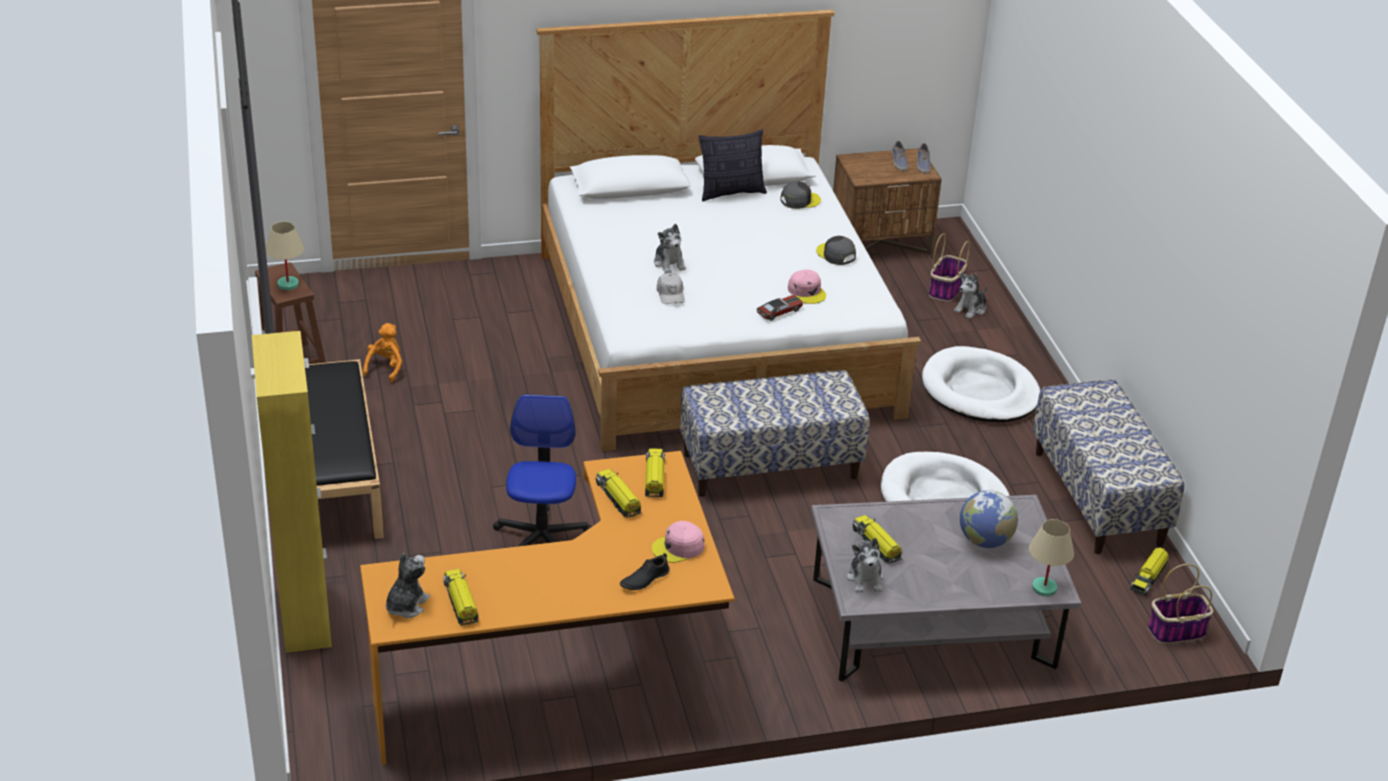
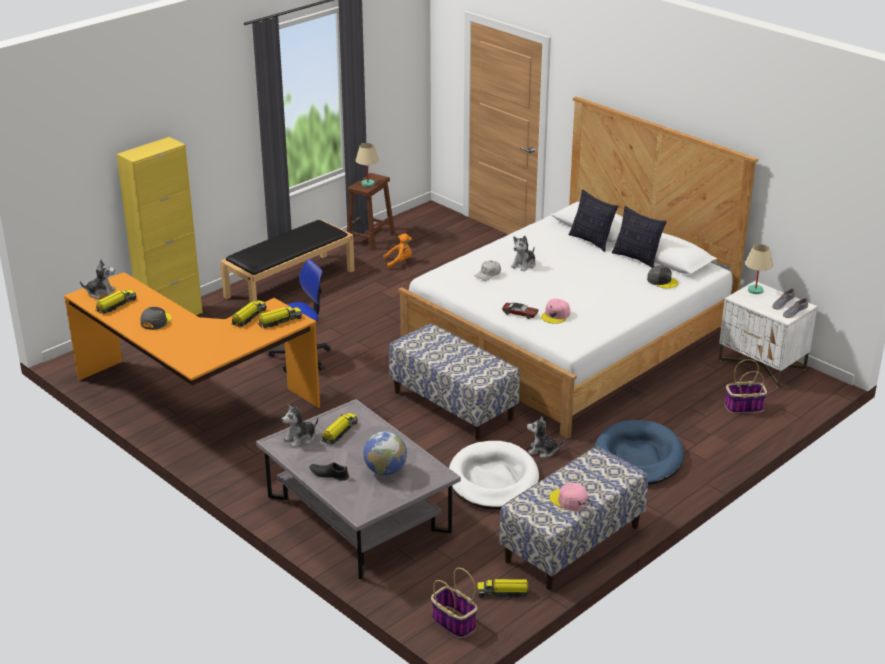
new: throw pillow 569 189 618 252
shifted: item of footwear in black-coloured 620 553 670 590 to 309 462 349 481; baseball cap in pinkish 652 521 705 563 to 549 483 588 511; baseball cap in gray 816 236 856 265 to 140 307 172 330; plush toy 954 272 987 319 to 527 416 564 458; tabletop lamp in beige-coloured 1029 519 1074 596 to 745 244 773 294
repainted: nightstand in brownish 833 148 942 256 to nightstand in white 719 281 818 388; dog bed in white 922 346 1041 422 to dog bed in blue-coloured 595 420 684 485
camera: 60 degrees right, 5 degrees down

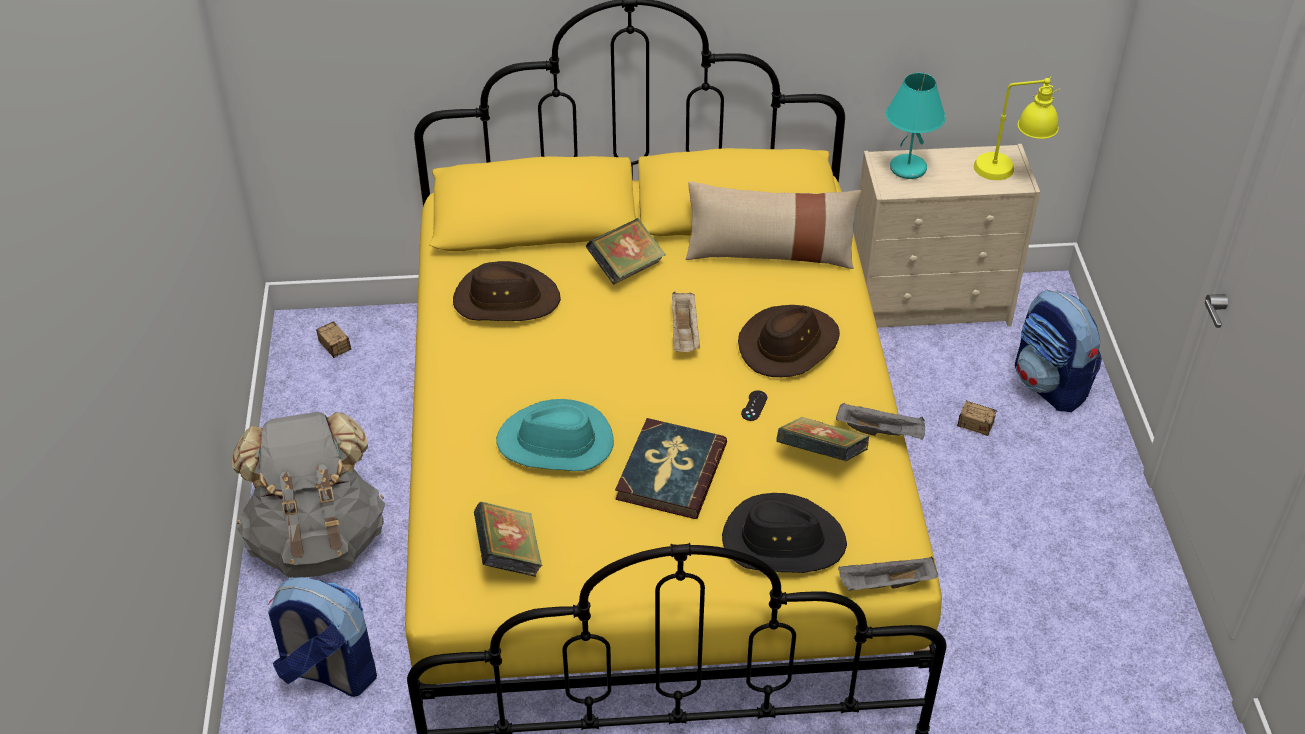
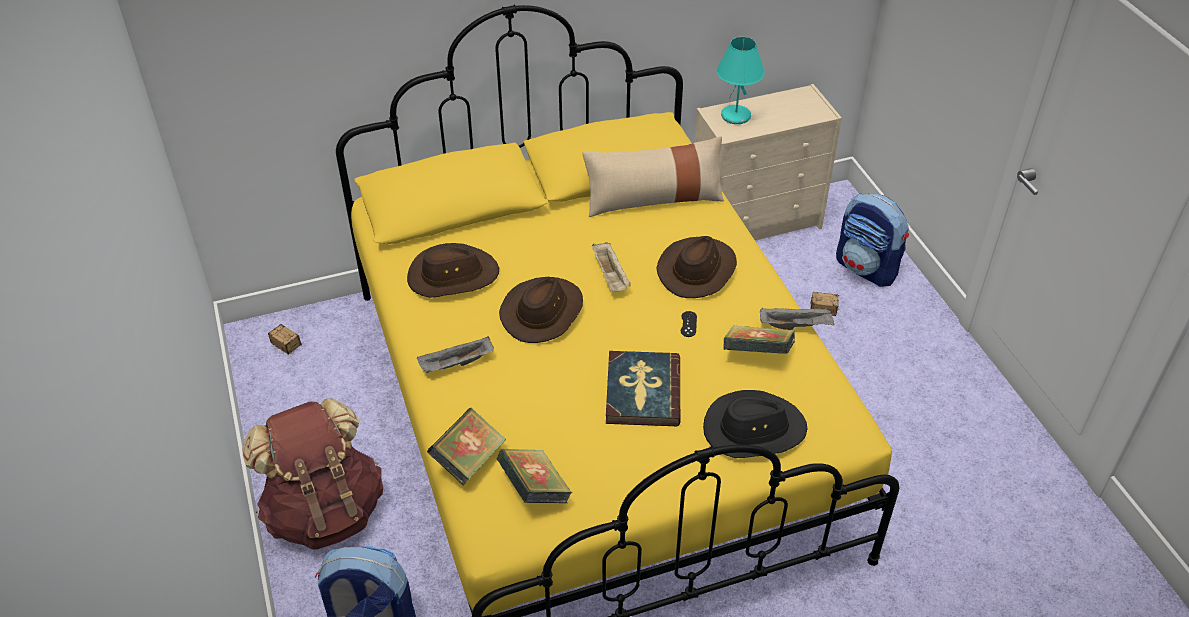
gone: hat in turquoise-coloured 496 399 614 471; tabletop lamp in yellowish 974 76 1060 180
new: hat in brownish 499 277 583 343
shifted: book 586 218 666 285 to 427 408 506 485; tray in gray 838 557 938 591 to 417 336 494 373
repainted: backpack in gray 232 412 385 578 to backpack in brownish 242 398 383 550
camera: 15 degrees left, 0 degrees up

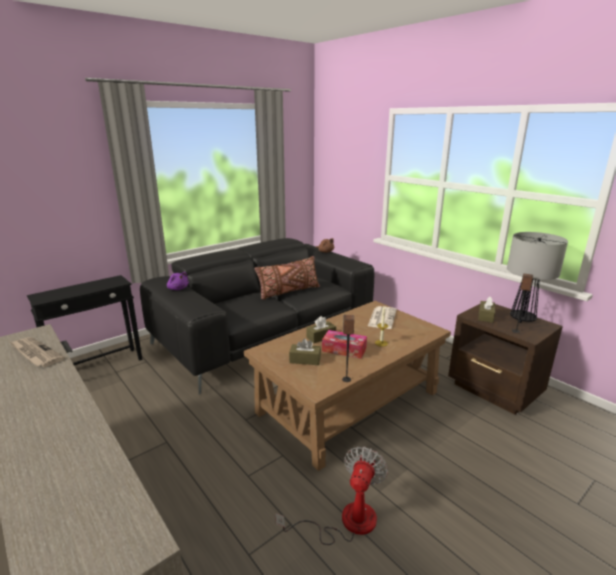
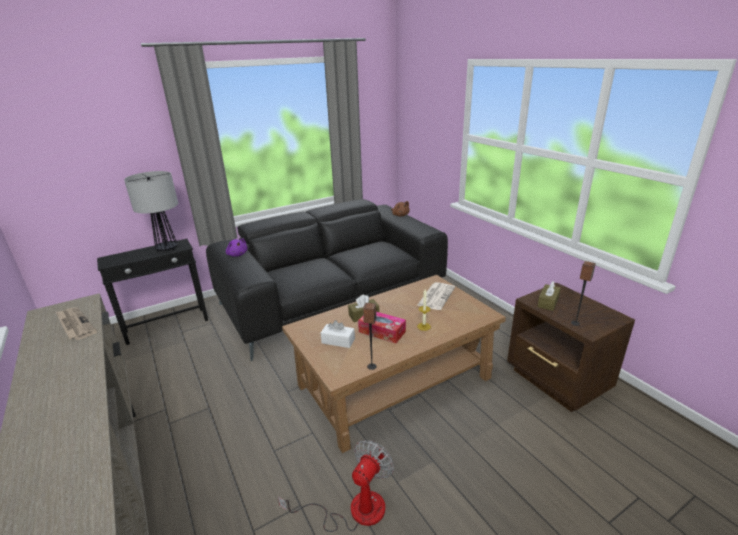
gone: throw pillow in brownish 254 256 320 300
shifted: tabletop lamp 507 232 568 323 to 124 171 178 252
repainted: box of tissues in brownish 289 338 321 365 to box of tissues in white 321 320 355 348
camera: 10 degrees right, 5 degrees up

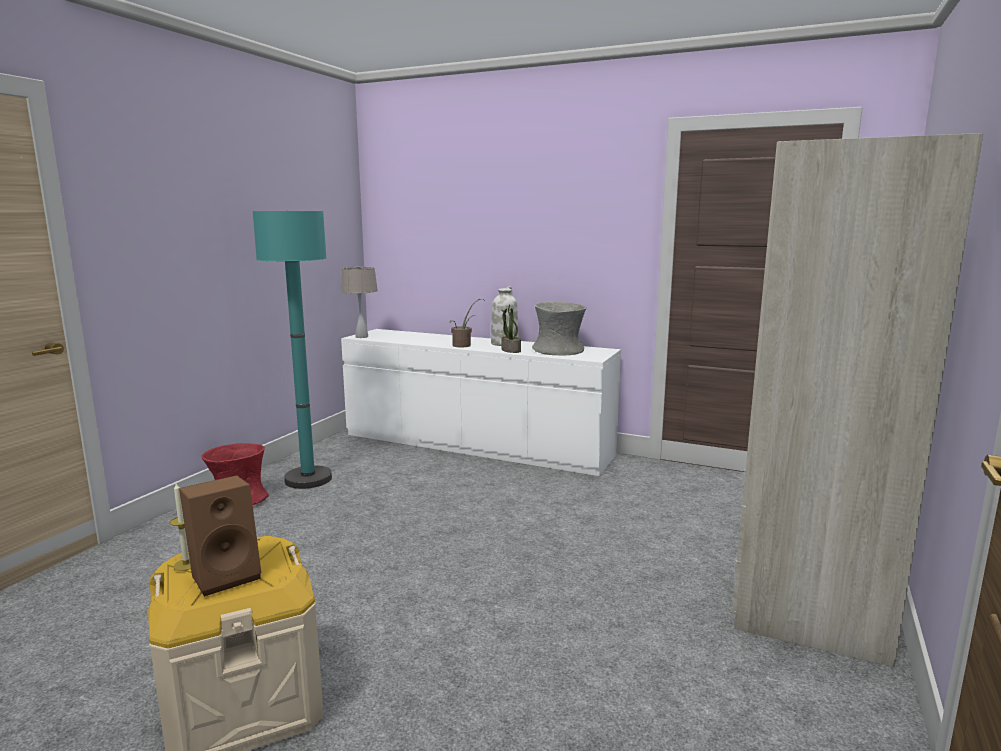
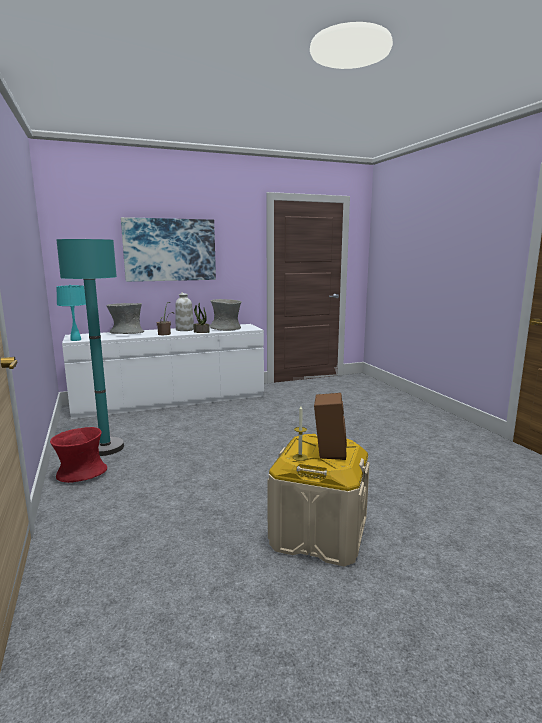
gone: clothes cupboard in beige-coloured 732 133 983 667
new: vase in gray 106 303 144 334; wall picture 121 217 216 282
repainted: tabletop lamp in beige-coloured 341 266 378 338 to tabletop lamp in turquoise-coloured 57 285 86 341
camera: 45 degrees left, 0 degrees up

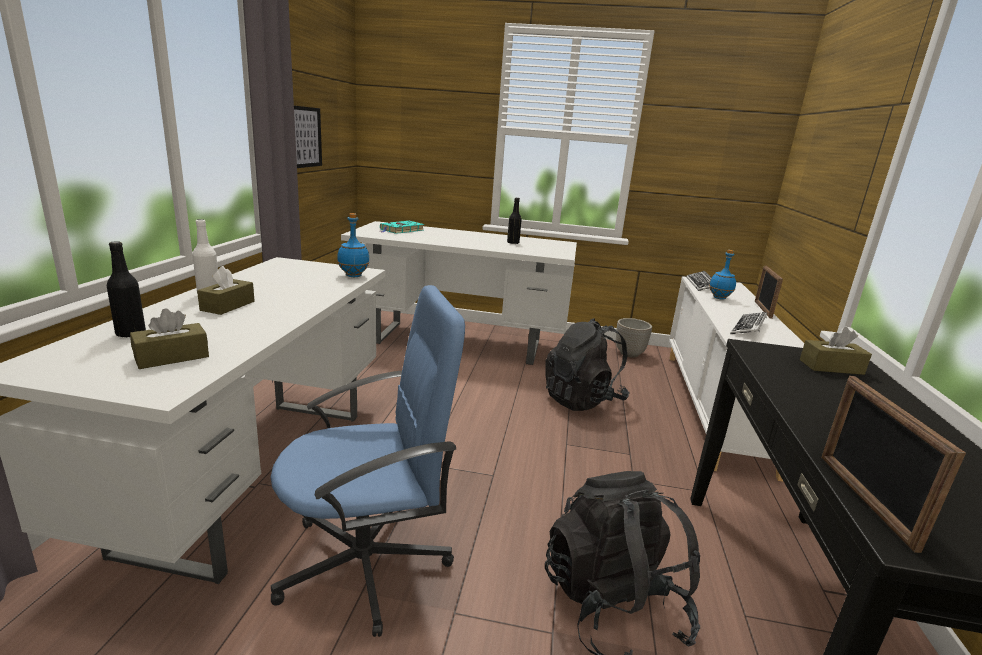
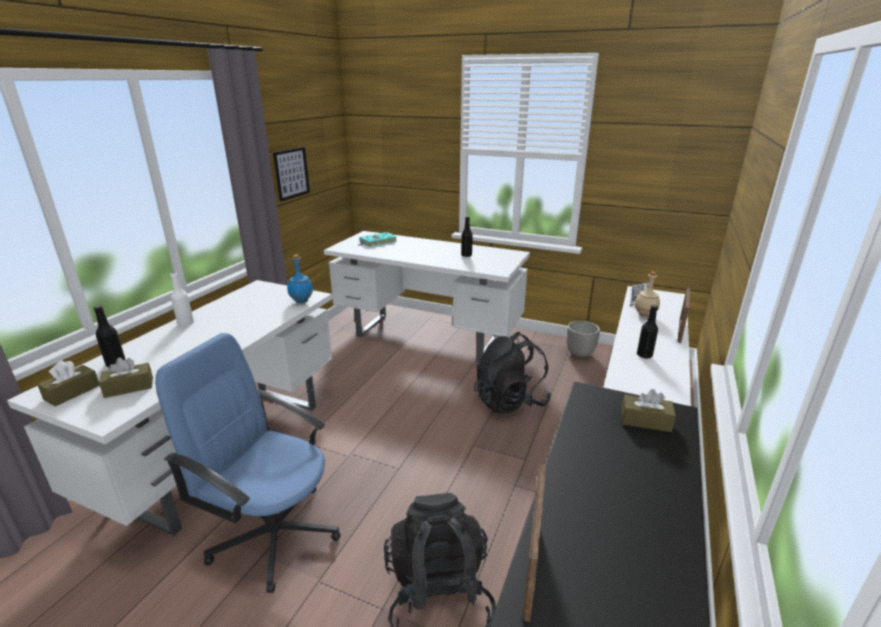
shifted: box of tissues in brownish 197 266 255 315 to 37 360 100 406
swapped: PC keyboard 730 312 767 334 to bottle in black-coloured 637 305 658 358
repainted: bottle in blue-coloured 709 250 736 300 to bottle in beige-coloured 635 272 660 318
rotated: computer chair in blue-coloured 270 285 465 637 = 155 333 341 593 150 degrees counterclockwise
camera: 15 degrees right, 5 degrees up

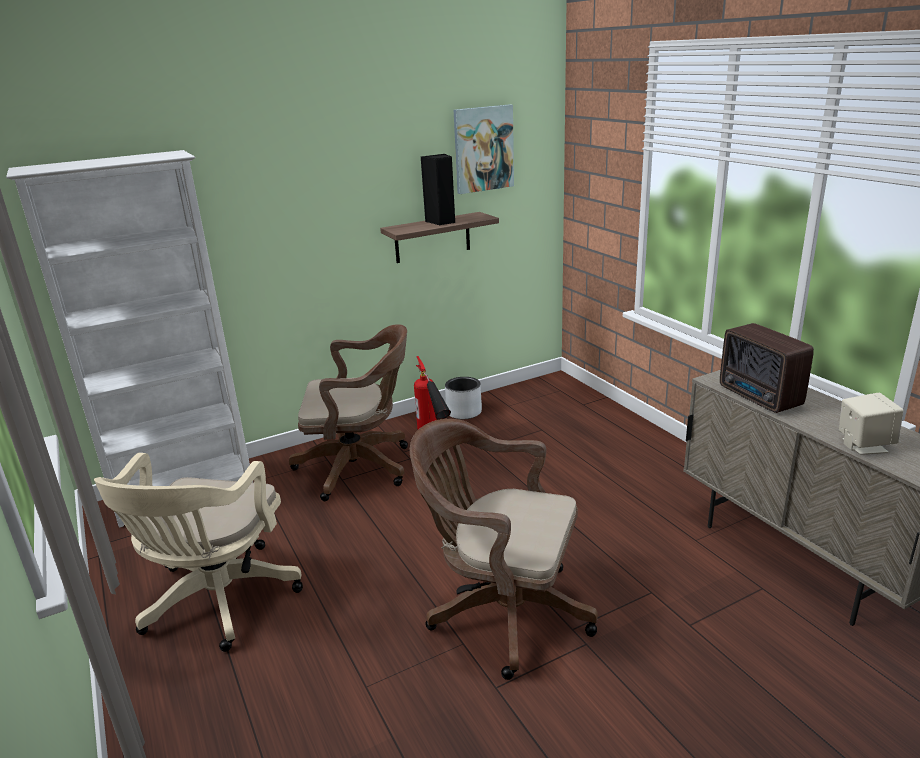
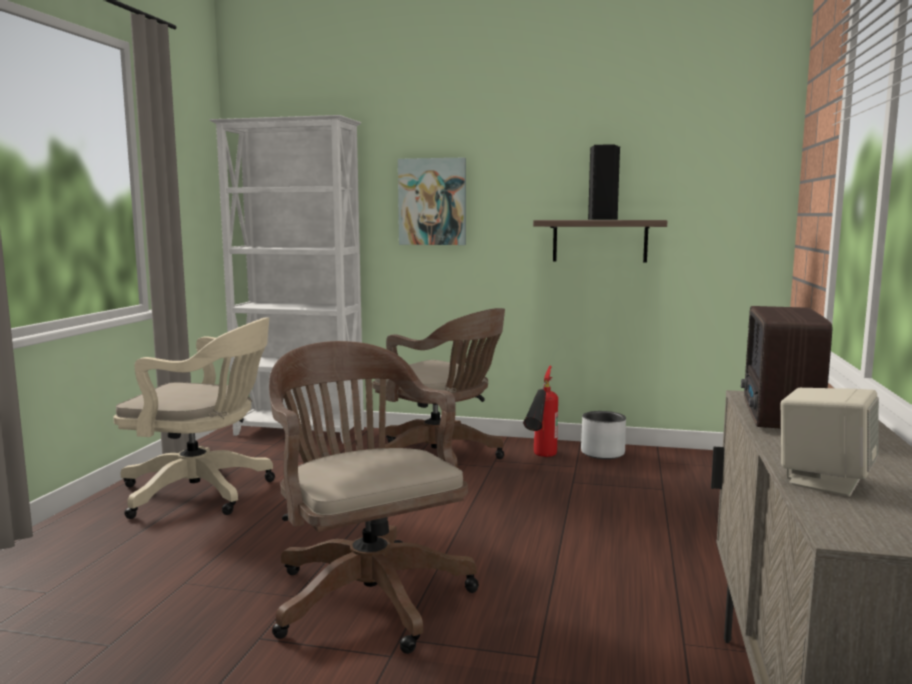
shifted: wall picture 454 104 514 194 to 398 158 466 245
rotated: computer chair in beige-coloured 94 453 303 652 = 113 318 275 519 135 degrees counterclockwise
camera: 40 degrees right, 15 degrees down

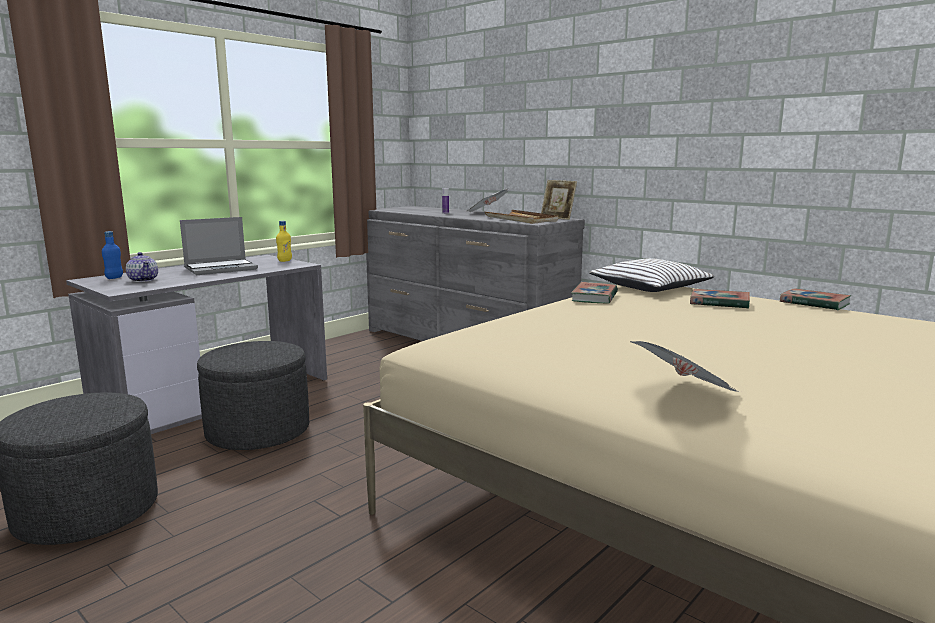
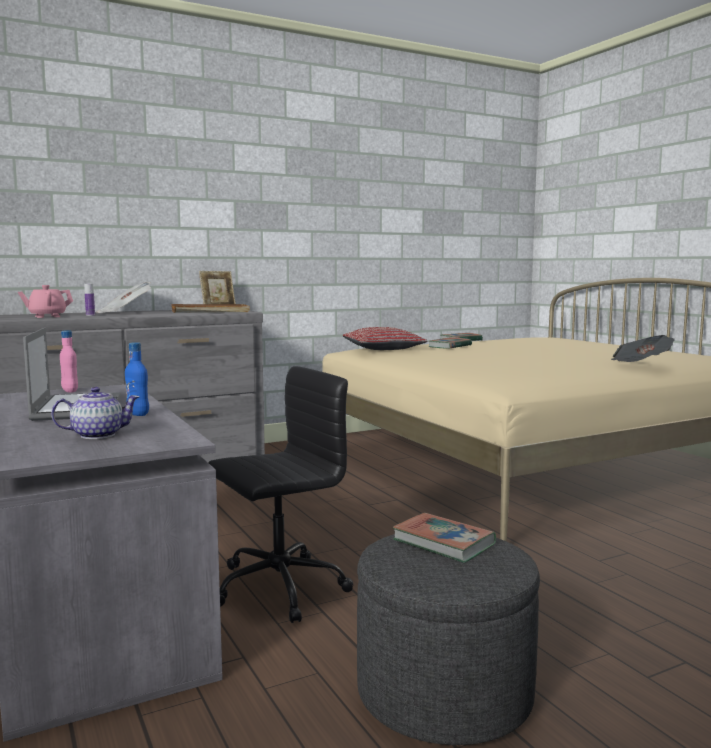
new: teapot in pinkish 18 285 73 318
shifted: bottle in blue-coloured 102 231 123 279 to 125 342 149 416; book 571 282 618 304 to 393 513 496 563
swapped: pouffe in gray 197 341 309 450 to computer chair in black-coloured 208 366 353 623
repainted: bottle in yellowish 276 221 292 262 to bottle in pinkish 60 330 78 393; throw pillow in white 589 258 714 292 to throw pillow in red 343 327 428 350
camera: 70 degrees left, 5 degrees down

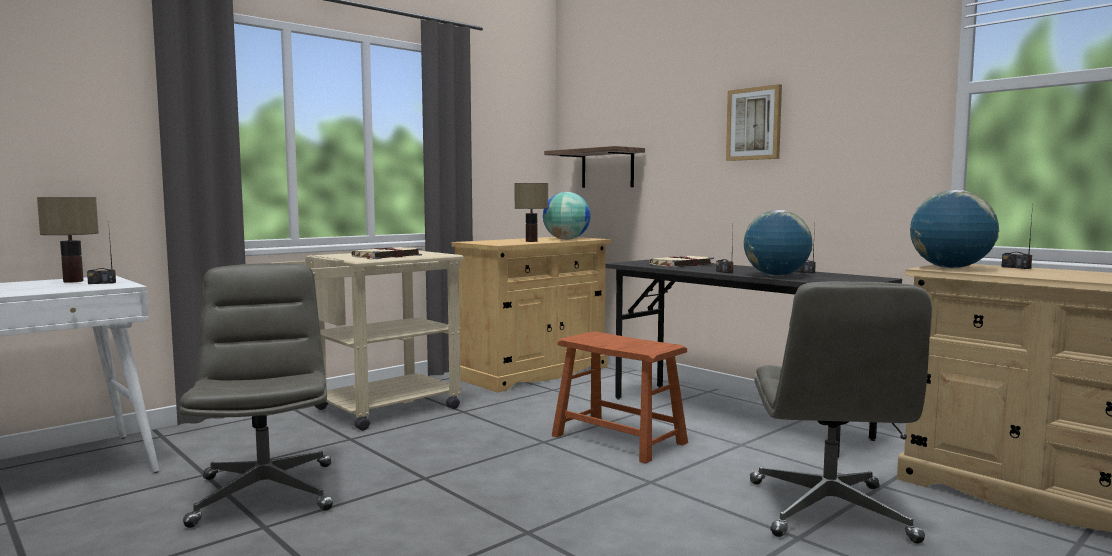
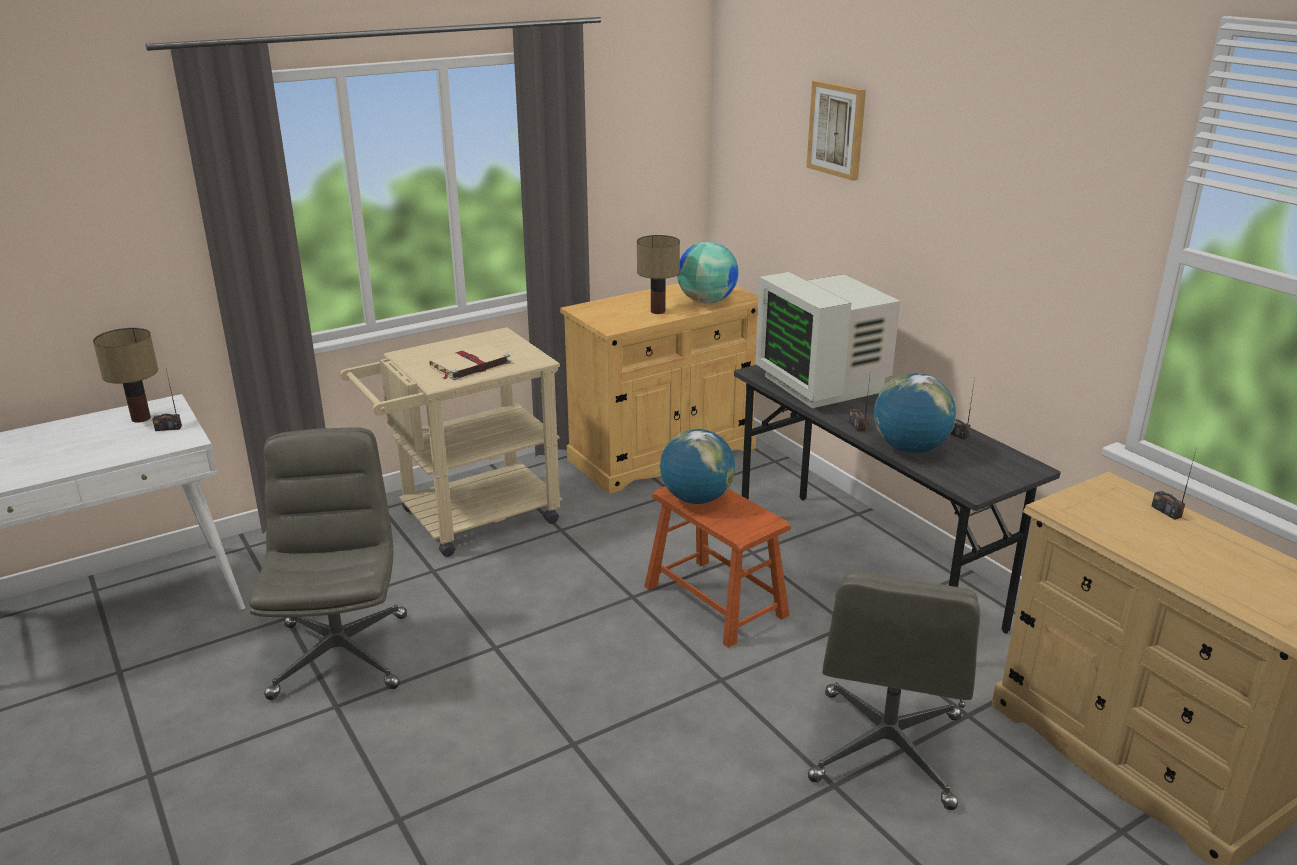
gone: wall shelf 544 146 645 188
shifted: wall picture 726 84 782 161 to 807 80 866 181; world globe 910 190 1000 268 to 660 429 735 504
swapped: book in beige-coloured 649 256 714 268 to computer screen 755 272 900 408
camera: 10 degrees right, 20 degrees up

